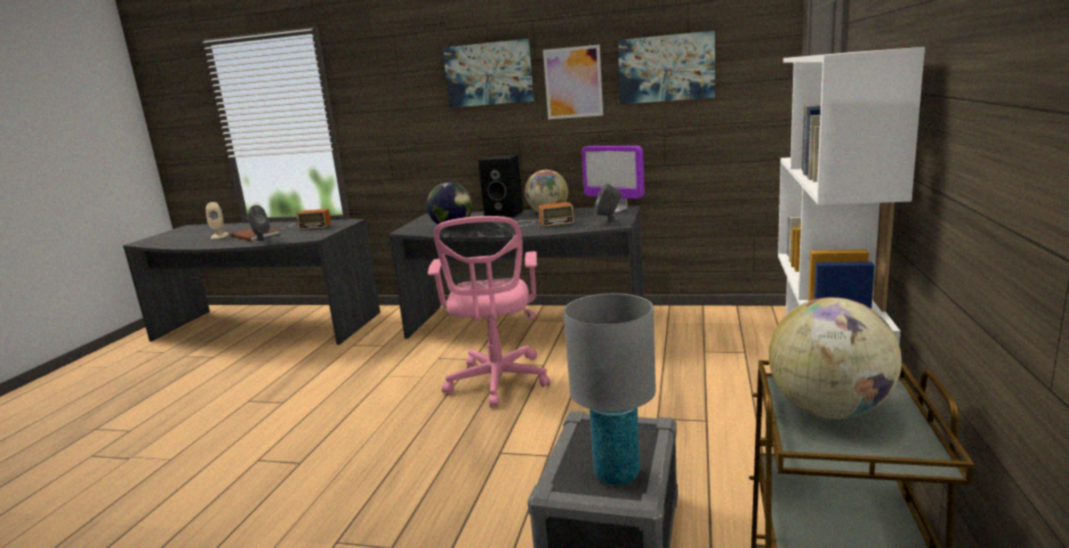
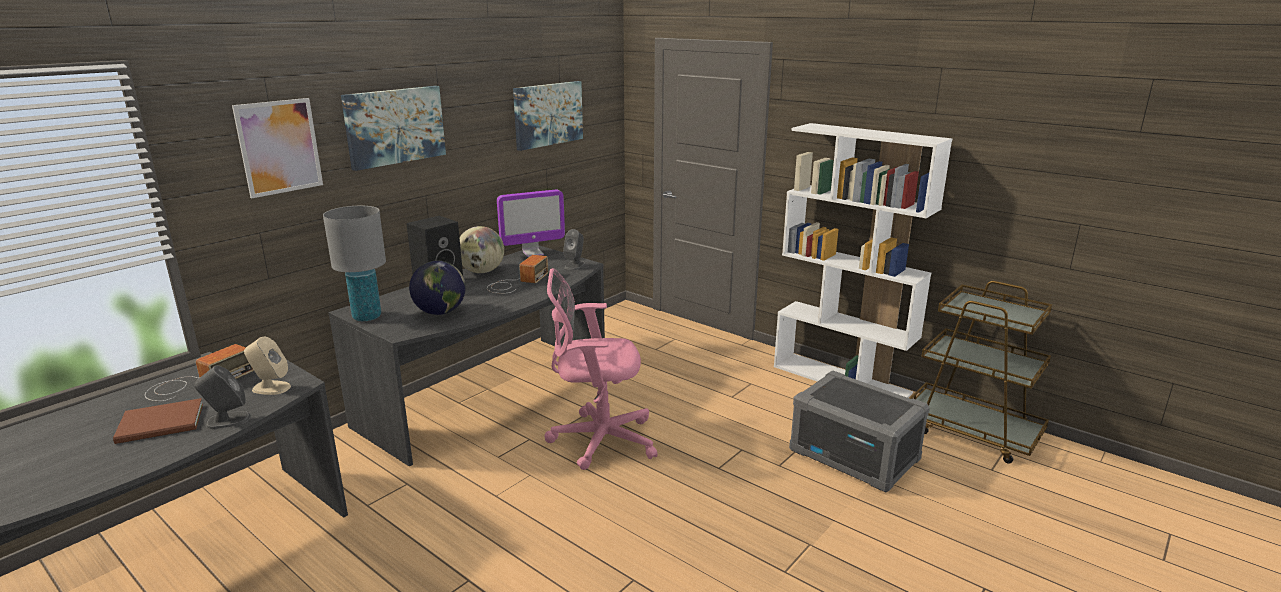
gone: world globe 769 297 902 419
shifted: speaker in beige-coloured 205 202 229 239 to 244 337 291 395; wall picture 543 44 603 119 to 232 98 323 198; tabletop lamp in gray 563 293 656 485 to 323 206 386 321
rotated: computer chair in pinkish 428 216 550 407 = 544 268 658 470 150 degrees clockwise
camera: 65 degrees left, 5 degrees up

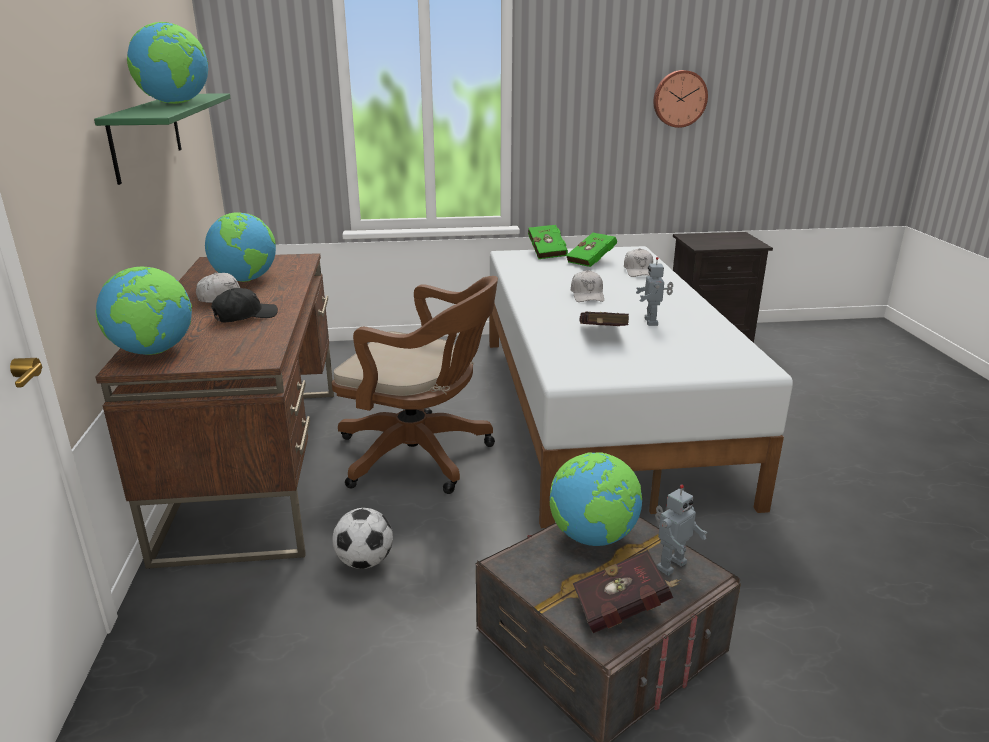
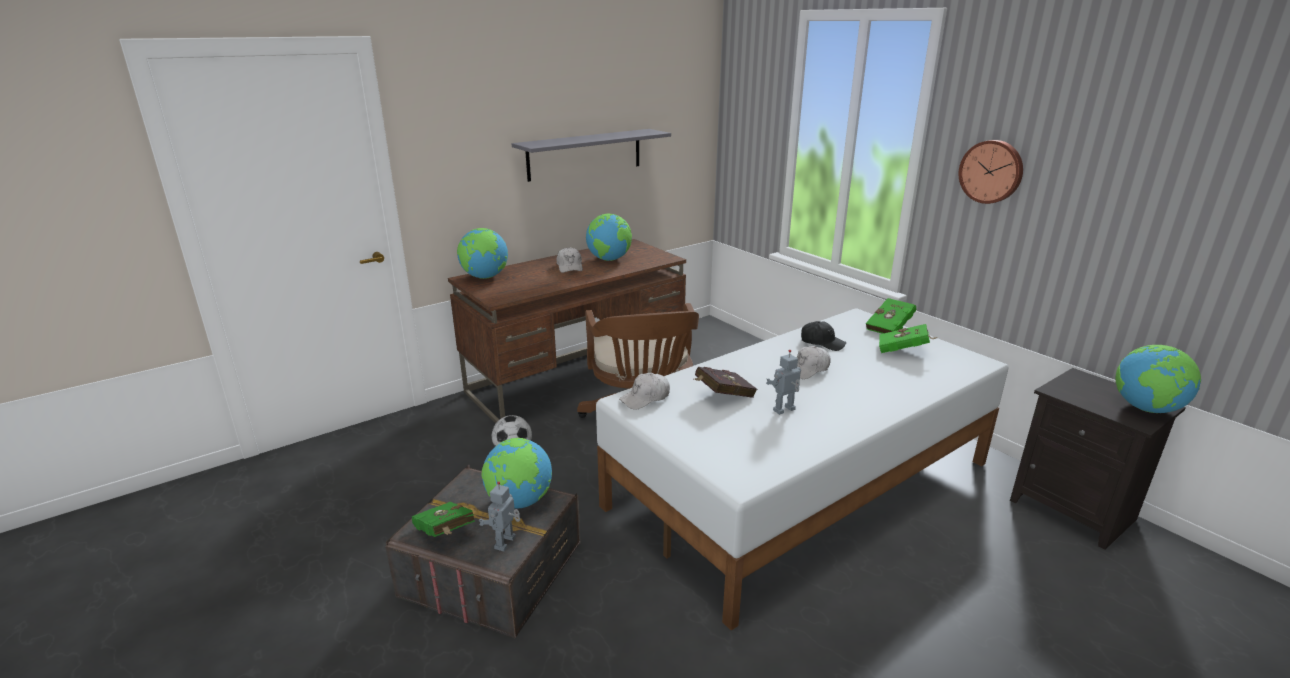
shifted: world globe 127 22 208 104 to 1116 345 1201 413; baseball cap in black-coloured 211 288 278 323 to 801 321 846 351; baseball cap in white 624 248 653 277 to 619 373 670 410; wall clock 654 70 708 128 to 959 140 1023 204
repainted: wall shelf in green-coloured 94 93 230 185 to wall shelf in gray 511 129 671 182; book in red 573 550 681 633 to book in green-coloured 412 502 475 537
rotated: robot figure 655 485 707 576 = 479 481 520 551 90 degrees clockwise
camera: 60 degrees right, 0 degrees up

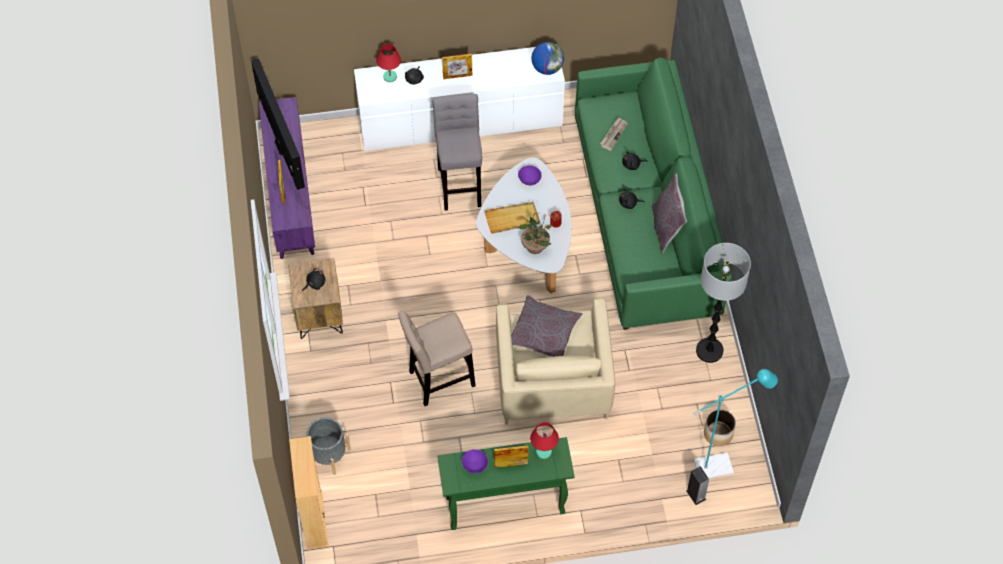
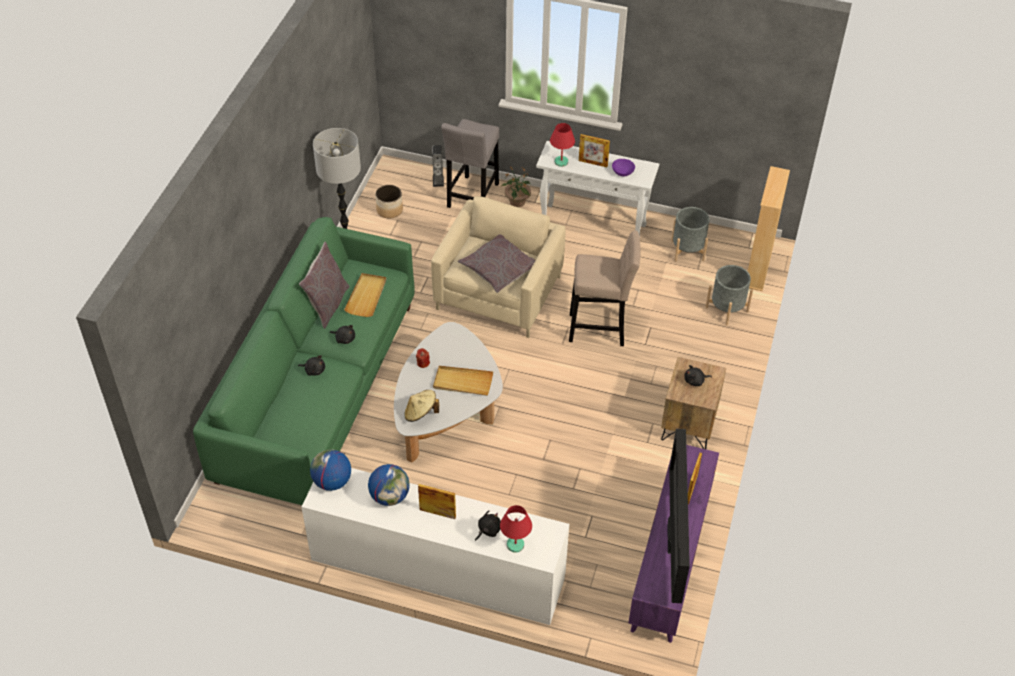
gone: newspaper 600 117 628 151; standard lamp in turquoise-coloured 693 369 778 478
new: tray in beige-coloured 344 273 386 317; world globe 368 464 410 506; plant pot in gray 671 207 710 262
shifted: stool seat in gray 432 94 482 211 to 441 119 499 208; houseplant 517 212 552 254 to 501 166 531 207
swapped: deep dish in purple-coloured 518 166 542 185 to hat in beige-coloured 404 390 439 422
repainted: narrow table in green-coloured 437 437 575 530 to narrow table in white 536 141 659 237
camera: 155 degrees left, 10 degrees down

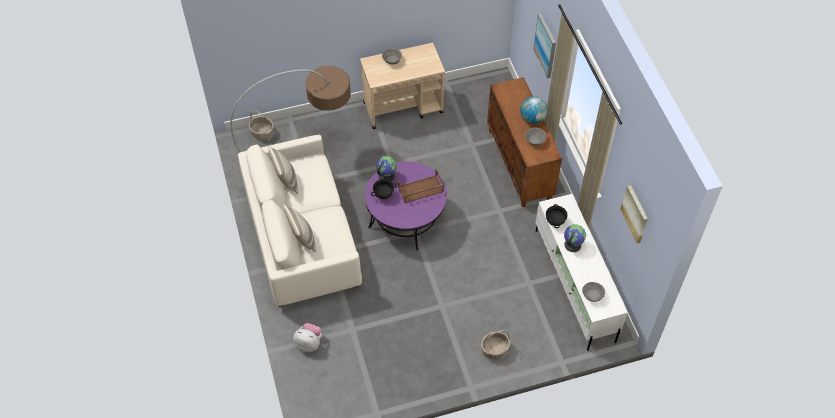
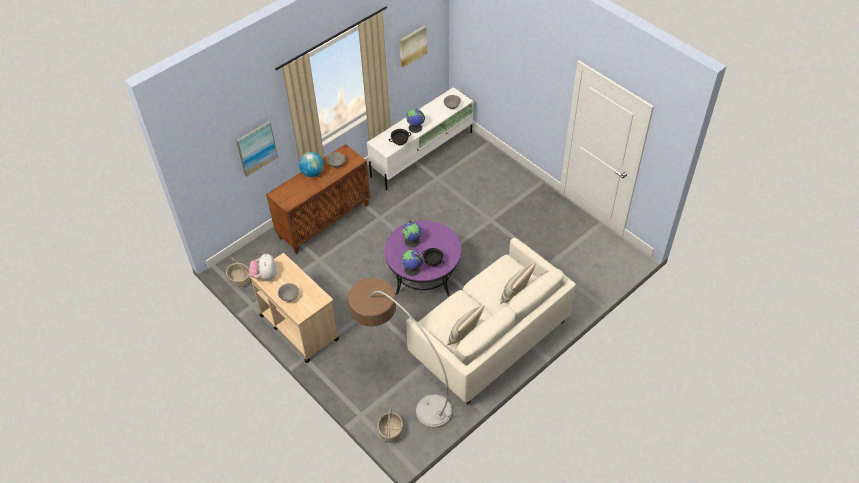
shifted: plush toy 293 323 322 352 to 249 253 277 280; basket 481 330 510 359 to 226 257 251 287
swapped: tray in brownish 398 169 444 203 to world globe 402 221 422 248
camera: 115 degrees left, 5 degrees down

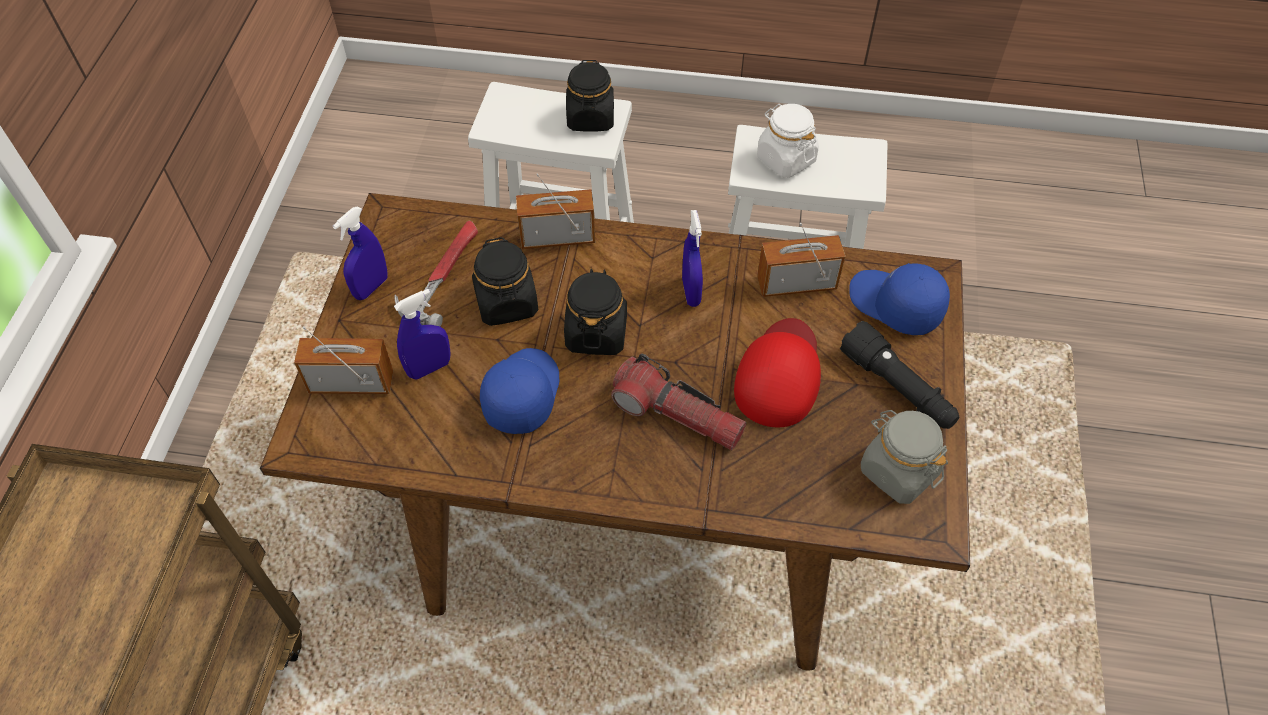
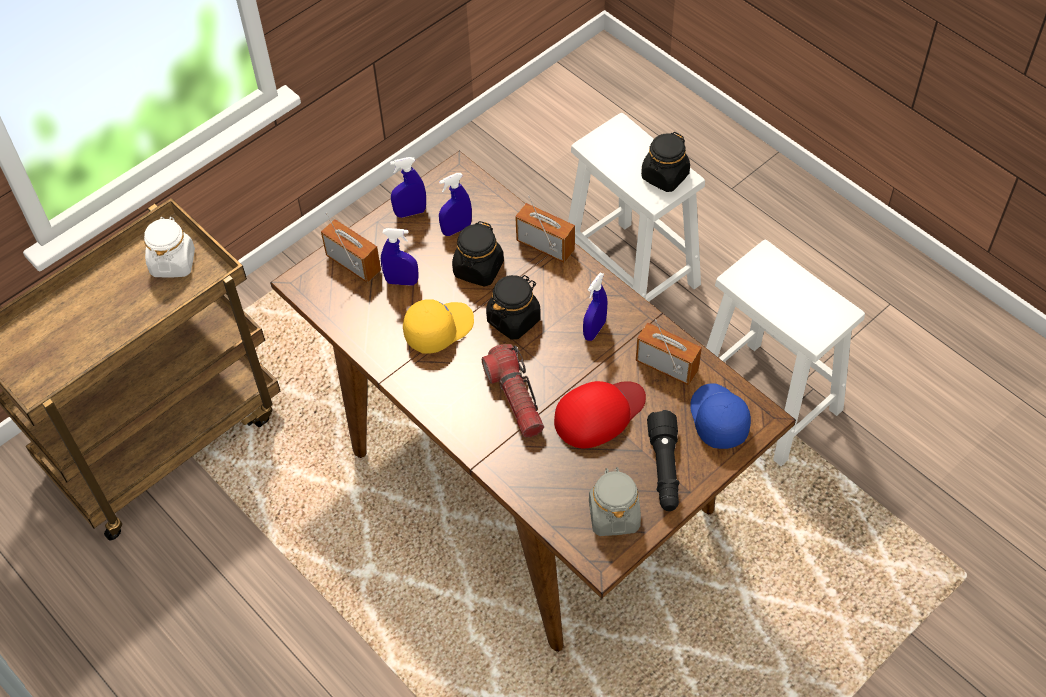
shifted: preserve jar in white 757 104 819 178 to 144 217 195 278
swapped: tool hammer 395 221 478 327 to hand sprayer in blue-coloured 439 173 472 236
repainted: baseball cap in blue-coloured 480 348 559 434 to baseball cap in yellowish 403 299 474 354
camera: 40 degrees right, 0 degrees up

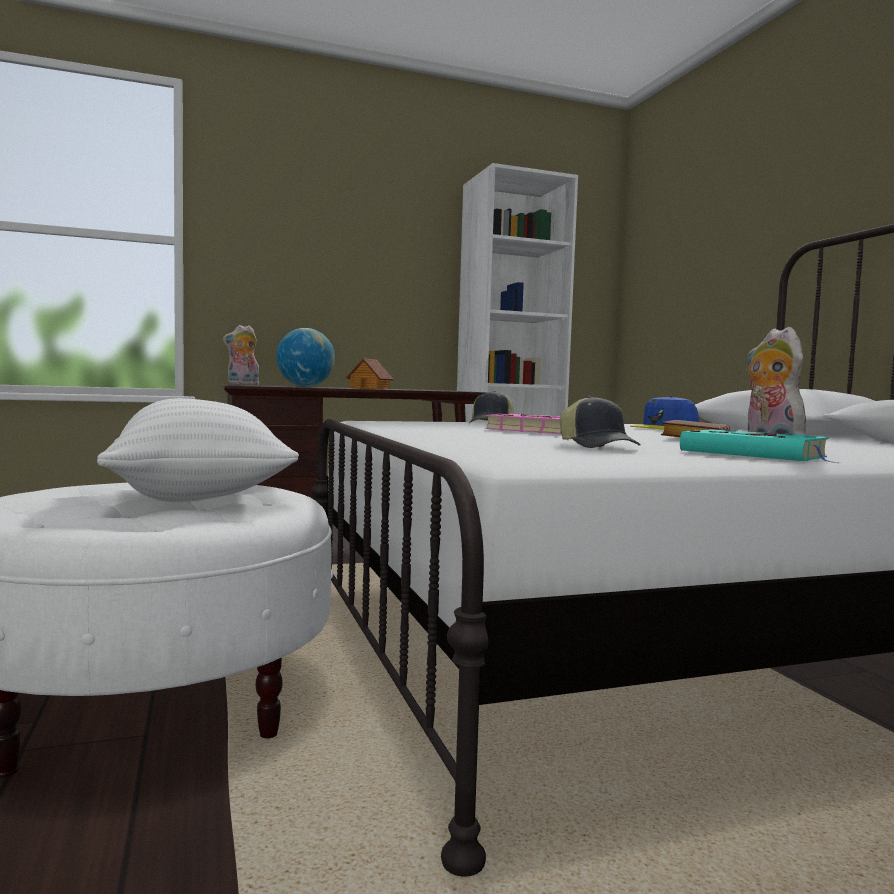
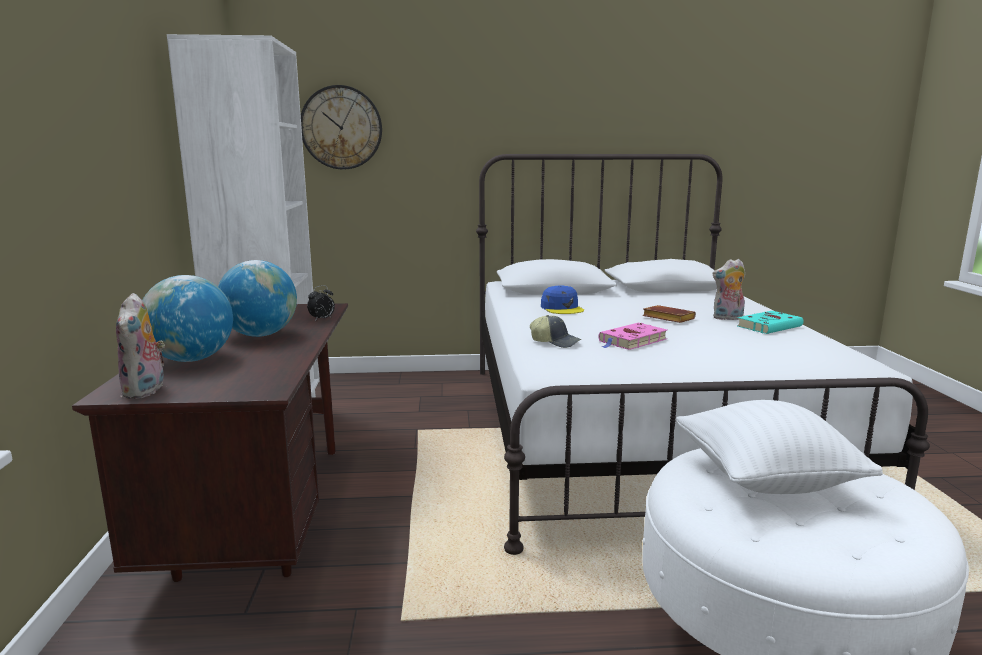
gone: baseball cap 560 396 641 448
new: wall clock 301 85 382 170; table clock 307 285 335 321
swapped: miniature house 346 358 393 389 to world globe 218 260 297 337
camera: 75 degrees left, 10 degrees up

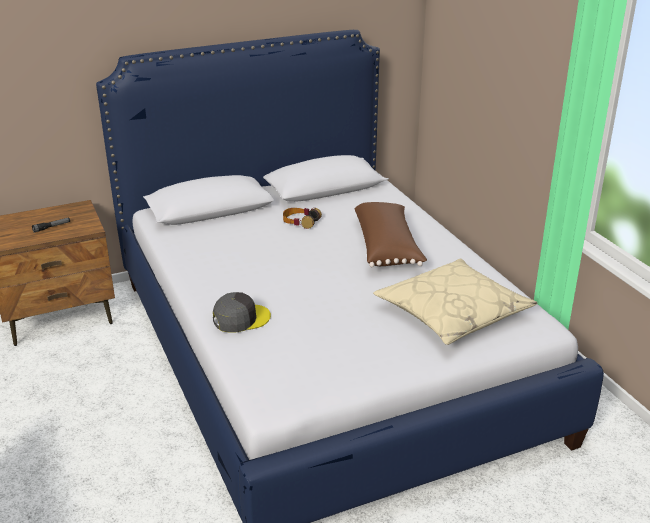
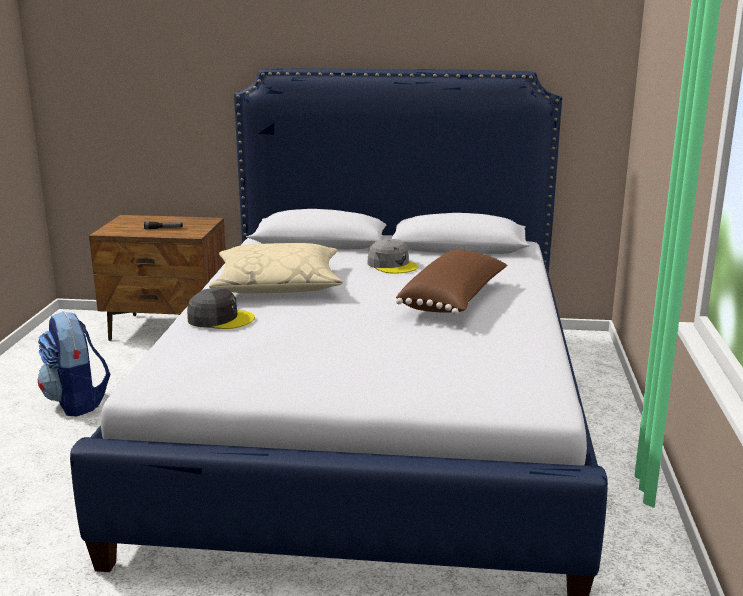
new: backpack 38 311 111 417
shifted: throw pillow in beige-coloured 373 259 538 345 to 209 243 343 293
swapped: headset 283 208 322 229 to baseball cap in gray 367 239 418 274
camera: 30 degrees right, 10 degrees down

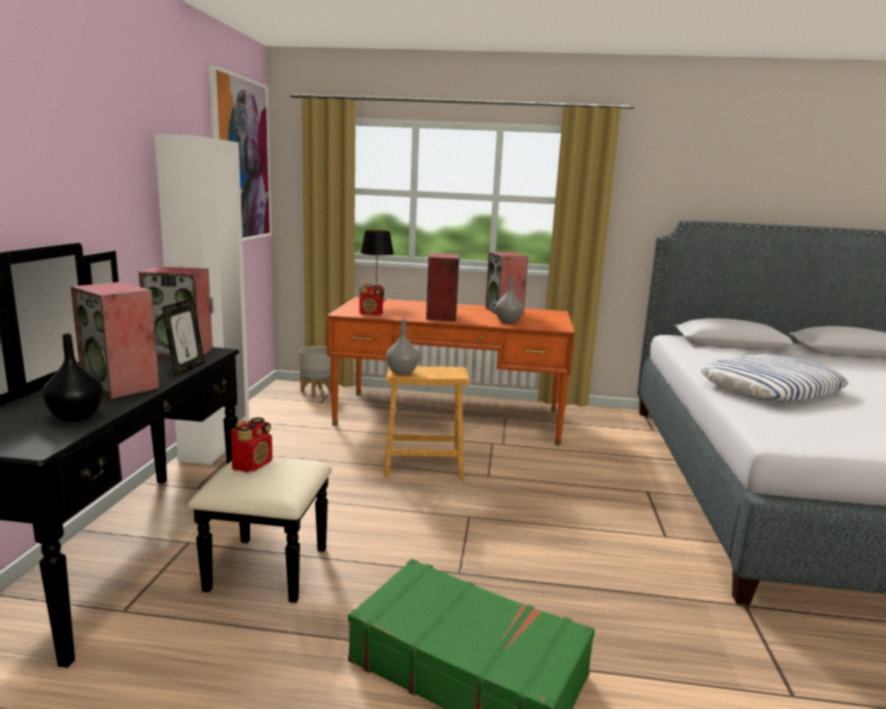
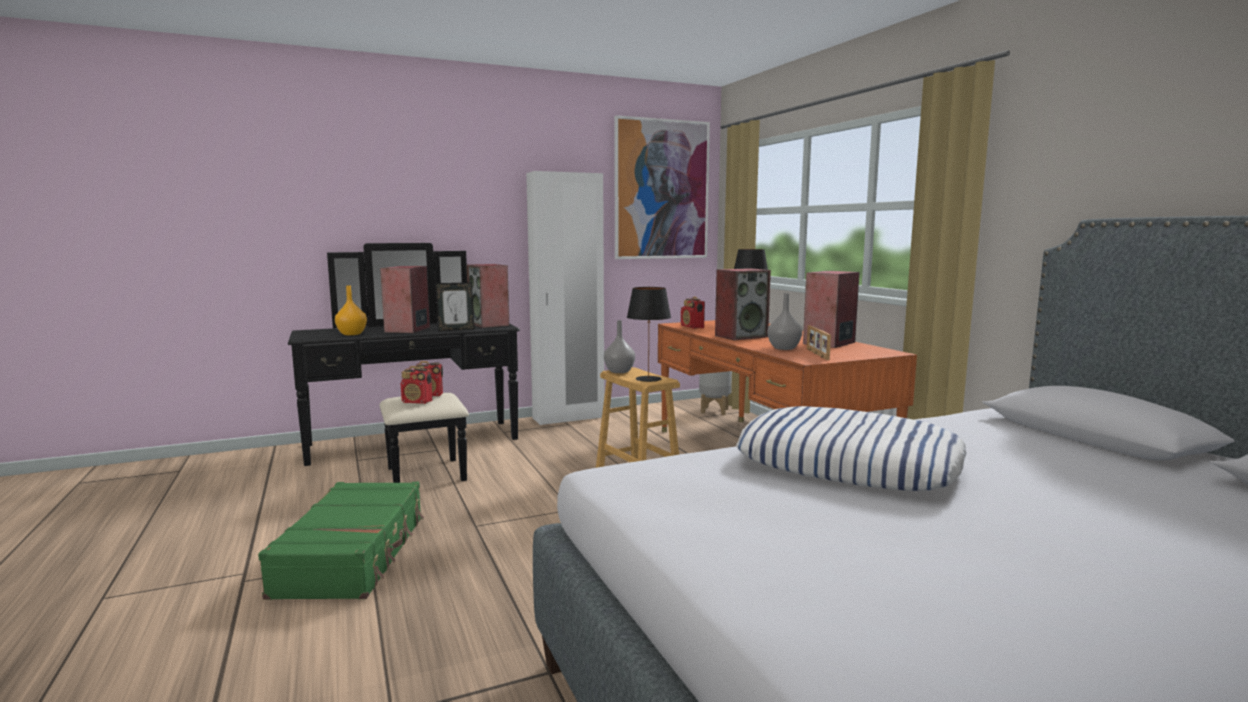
new: radio 401 366 433 404; tabletop lamp in black-coloured 627 287 671 382; picture frame 807 325 831 360
repainted: vase in black-coloured 43 333 103 421 to vase in orange 335 285 367 335
camera: 60 degrees right, 5 degrees down

